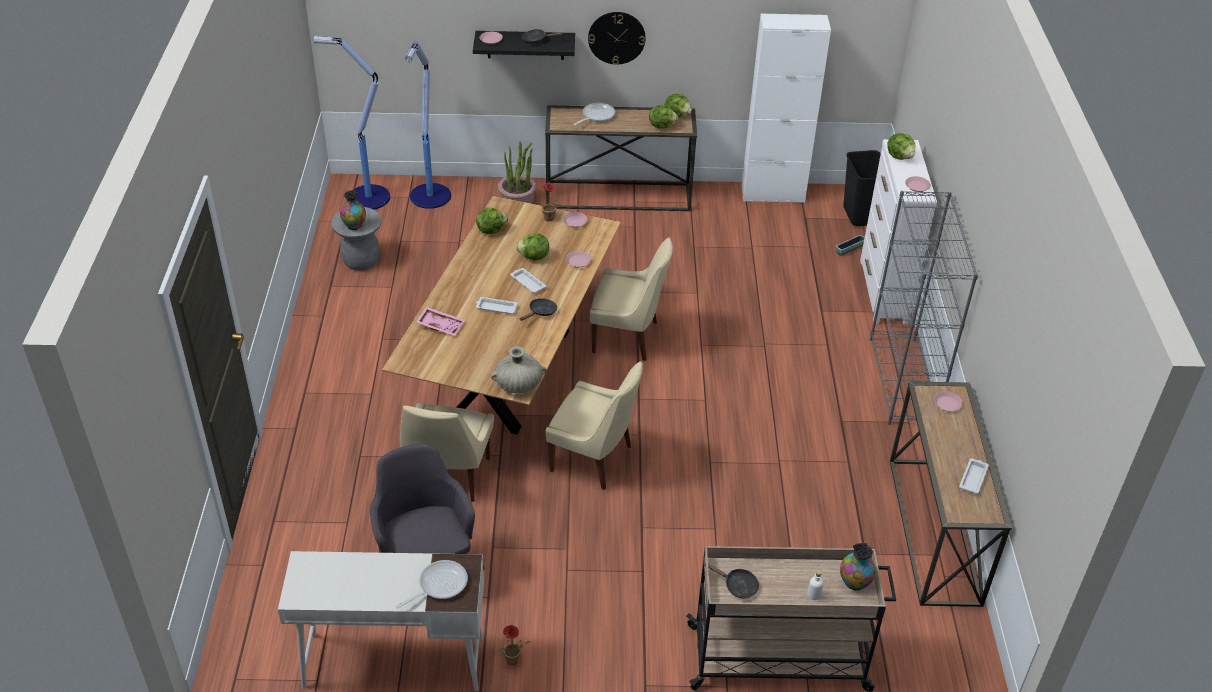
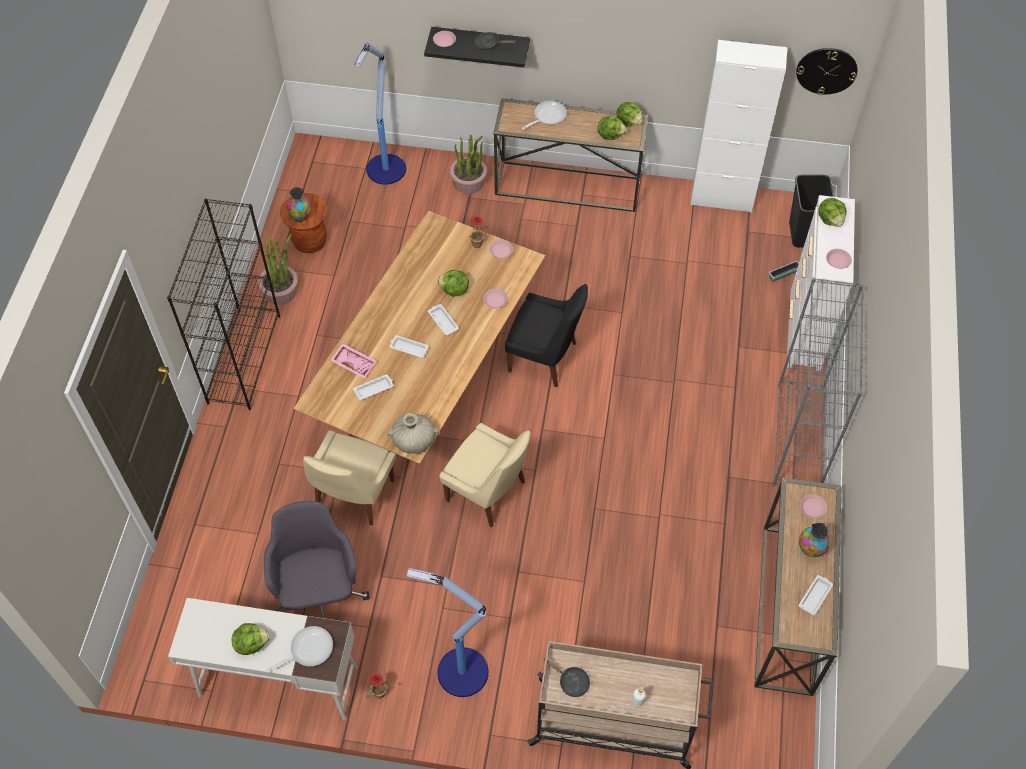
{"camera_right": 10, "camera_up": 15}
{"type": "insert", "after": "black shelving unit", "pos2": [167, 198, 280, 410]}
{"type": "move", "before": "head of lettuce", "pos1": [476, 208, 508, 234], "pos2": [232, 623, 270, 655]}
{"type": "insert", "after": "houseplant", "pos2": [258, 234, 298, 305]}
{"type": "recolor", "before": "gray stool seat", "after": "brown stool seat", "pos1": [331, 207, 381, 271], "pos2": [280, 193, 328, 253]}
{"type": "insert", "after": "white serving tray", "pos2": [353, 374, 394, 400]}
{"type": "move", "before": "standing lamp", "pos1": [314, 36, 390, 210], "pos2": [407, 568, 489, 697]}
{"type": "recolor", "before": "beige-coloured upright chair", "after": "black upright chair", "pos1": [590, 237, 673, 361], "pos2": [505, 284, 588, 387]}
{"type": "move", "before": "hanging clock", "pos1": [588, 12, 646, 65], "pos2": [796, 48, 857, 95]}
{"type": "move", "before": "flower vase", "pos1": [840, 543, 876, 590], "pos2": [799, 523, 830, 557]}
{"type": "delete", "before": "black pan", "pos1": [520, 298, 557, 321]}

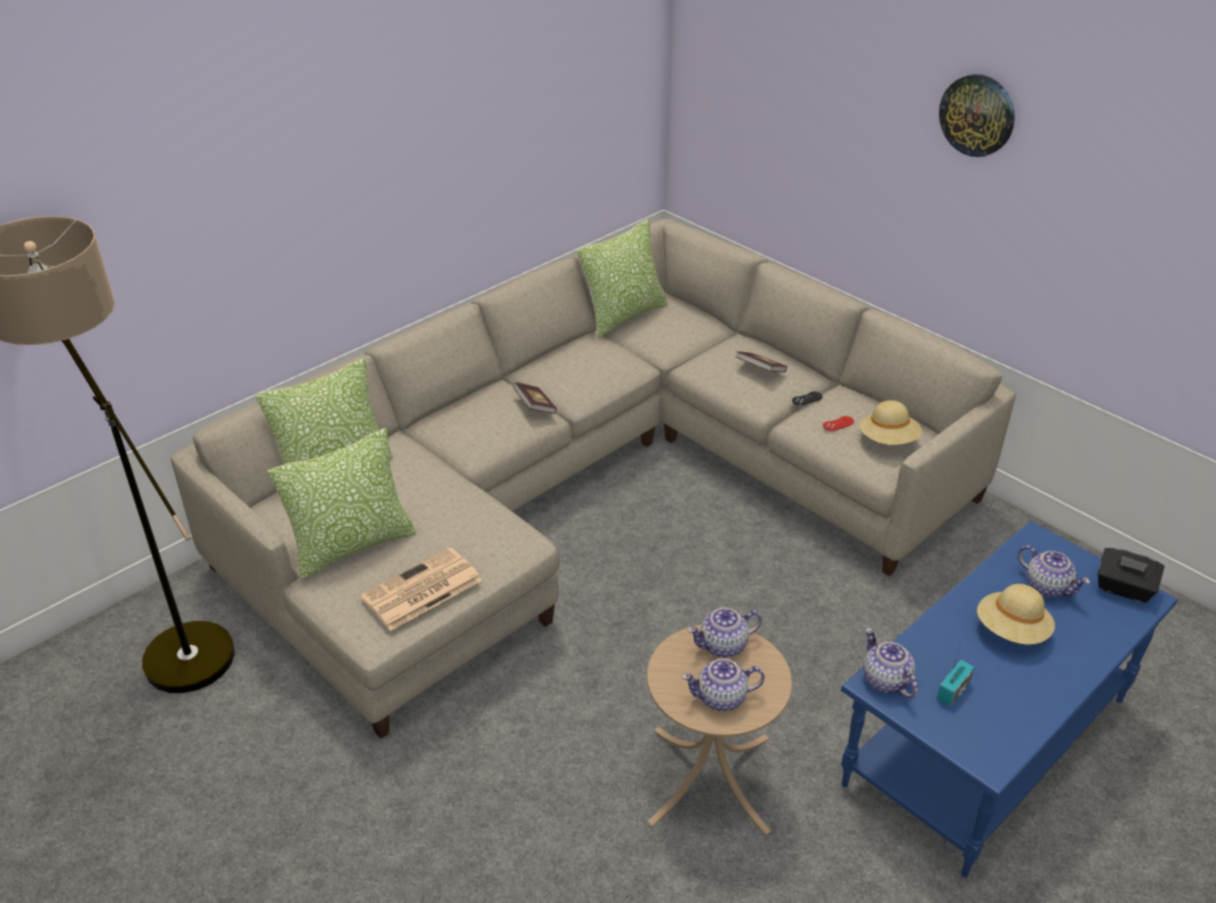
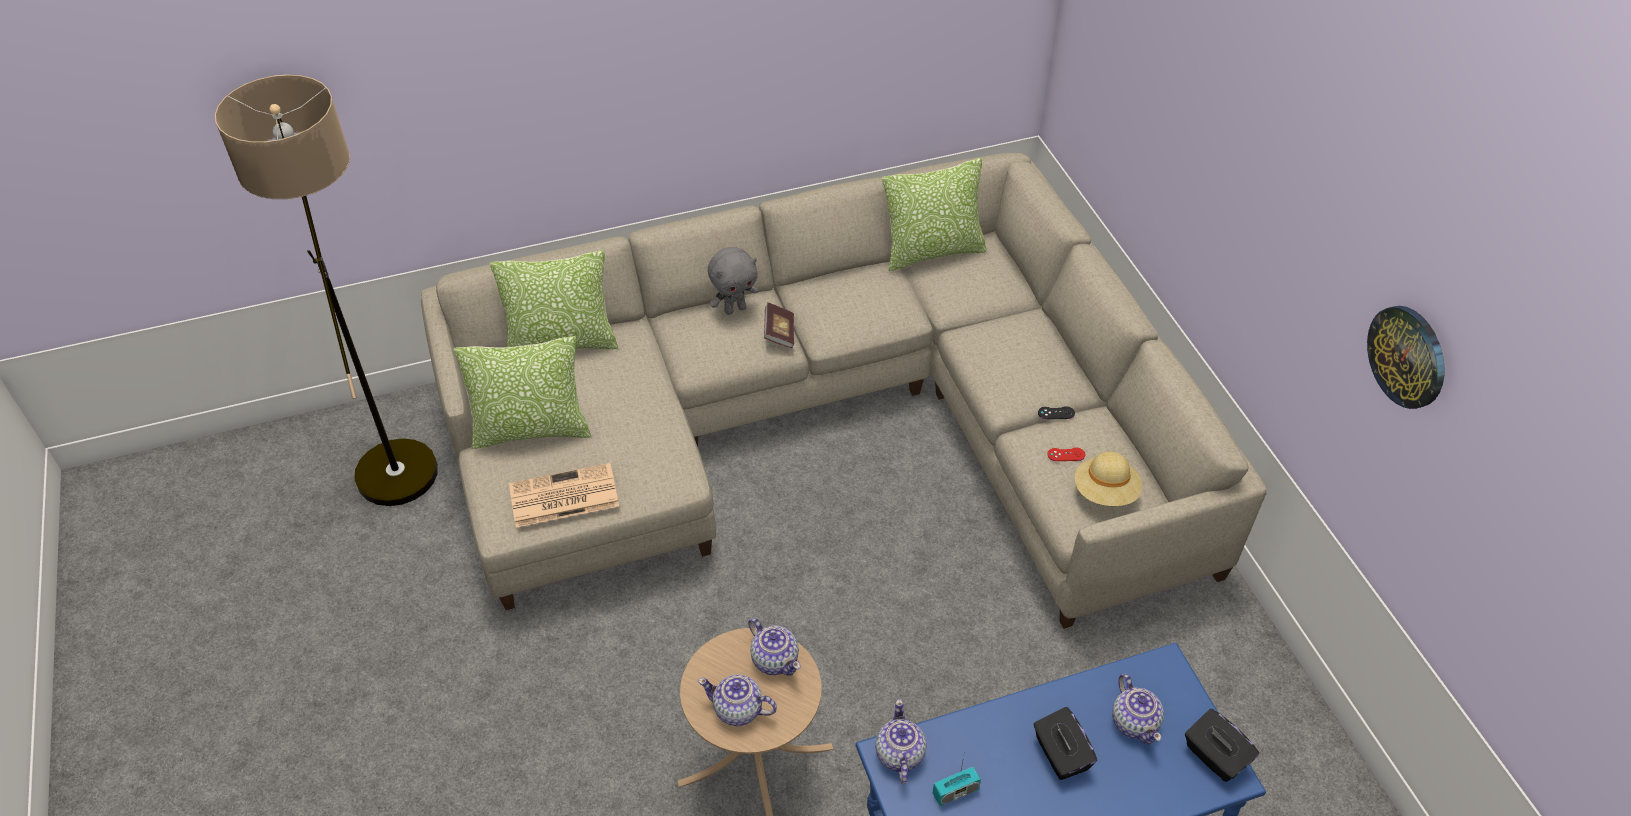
{"camera_right": 25, "camera_up": 10}
{"type": "insert", "after": "gray plush toy", "pos2": [708, 247, 759, 315]}
{"type": "rotate", "before": "pot for tea", "pos1": [687, 608, 762, 658], "pos2": [748, 618, 801, 676], "turn": -135}
{"type": "replace", "before": "beige-coloured clothing hat", "after": "black tissue box", "pos1": [977, 584, 1055, 645], "pos2": [1033, 707, 1097, 780]}
{"type": "move", "before": "hanging clock", "pos1": [939, 74, 1015, 157], "pos2": [1367, 306, 1444, 409]}
{"type": "delete", "before": "bound book", "pos1": [735, 351, 787, 372]}

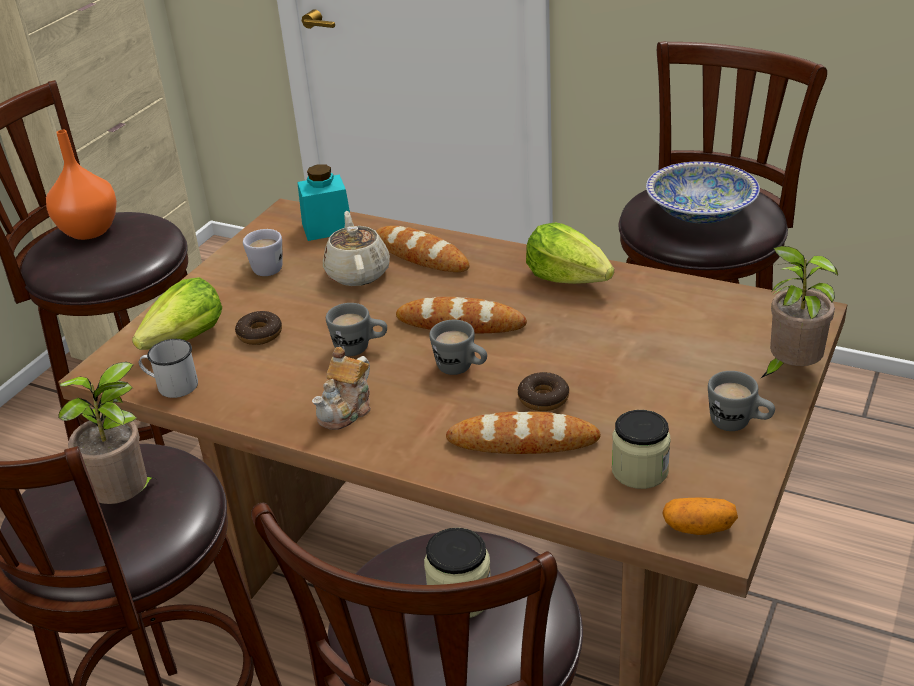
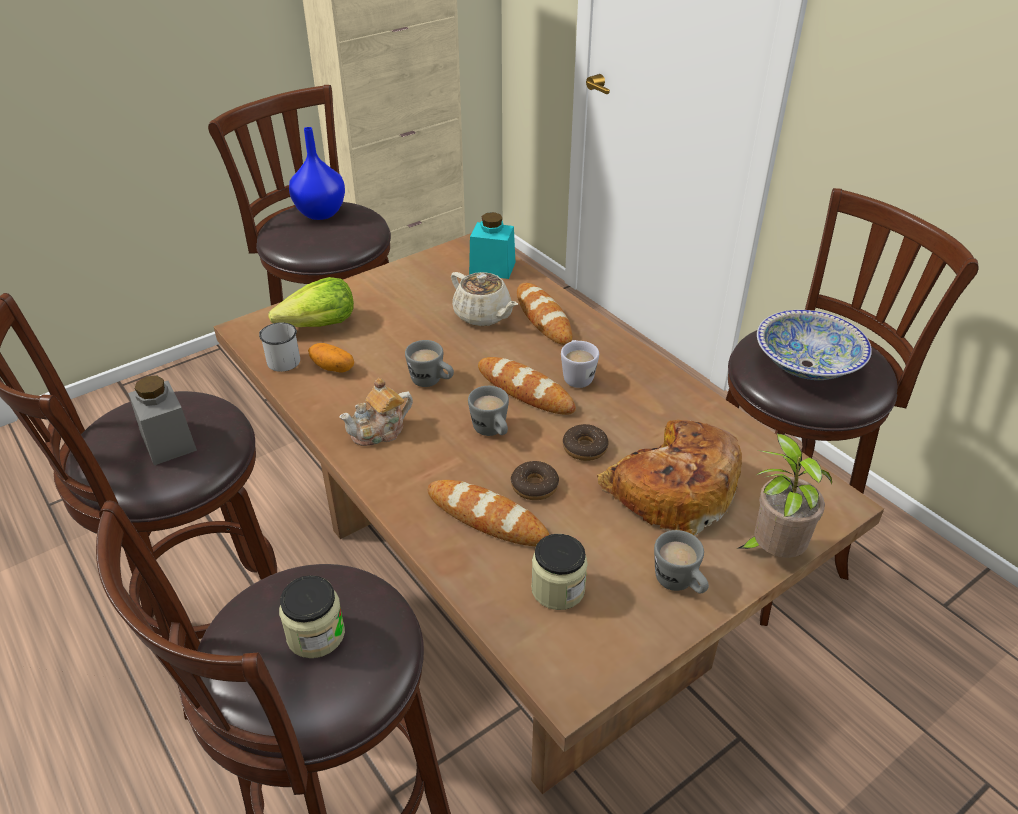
{"camera_right": 25, "camera_up": 5}
{"type": "replace", "before": "houseplant", "after": "gray jar", "pos1": [58, 362, 158, 504], "pos2": [128, 376, 197, 465]}
{"type": "recolor", "before": "orange flower vase", "after": "blue-coloured flower vase", "pos1": [46, 130, 117, 240], "pos2": [289, 127, 345, 220]}
{"type": "move", "before": "potato", "pos1": [662, 498, 738, 535], "pos2": [308, 343, 354, 373]}
{"type": "rotate", "before": "beige-coloured pot for tea", "pos1": [323, 211, 390, 286], "pos2": [451, 272, 518, 326], "turn": 120}
{"type": "move", "before": "white coffee mug", "pos1": [243, 229, 283, 276], "pos2": [561, 340, 599, 388]}
{"type": "move", "before": "ring doughnut", "pos1": [235, 311, 282, 345], "pos2": [563, 424, 608, 461]}
{"type": "insert", "after": "baked bread", "pos2": [597, 420, 742, 536]}
{"type": "delete", "before": "head of lettuce", "pos1": [526, 222, 614, 284]}

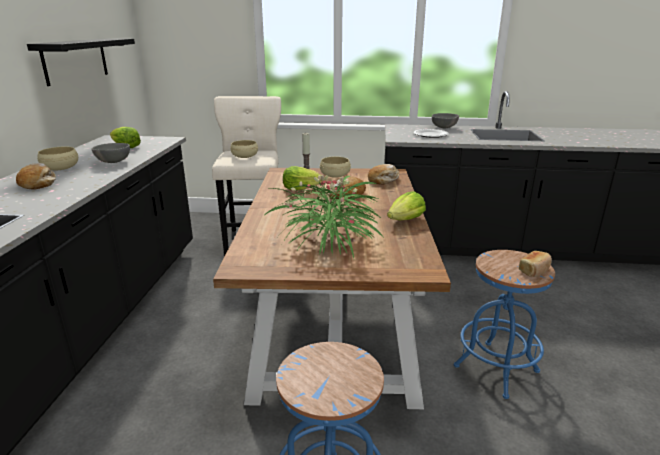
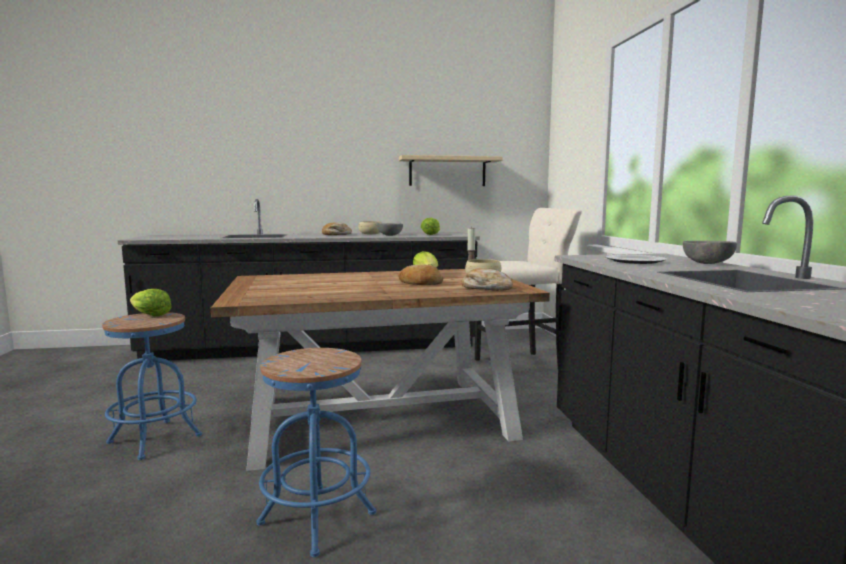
{"camera_right": 75, "camera_up": -15}
{"type": "move", "before": "head of lettuce", "pos1": [387, 191, 426, 220], "pos2": [130, 289, 172, 316]}
{"type": "recolor", "before": "black shelf", "after": "beige-coloured shelf", "pos1": [27, 38, 135, 86], "pos2": [399, 155, 503, 186]}
{"type": "delete", "before": "beige-coloured bowl", "pos1": [230, 140, 258, 158]}
{"type": "delete", "before": "houseplant", "pos1": [266, 175, 383, 258]}
{"type": "delete", "before": "baked bread", "pos1": [519, 251, 552, 277]}

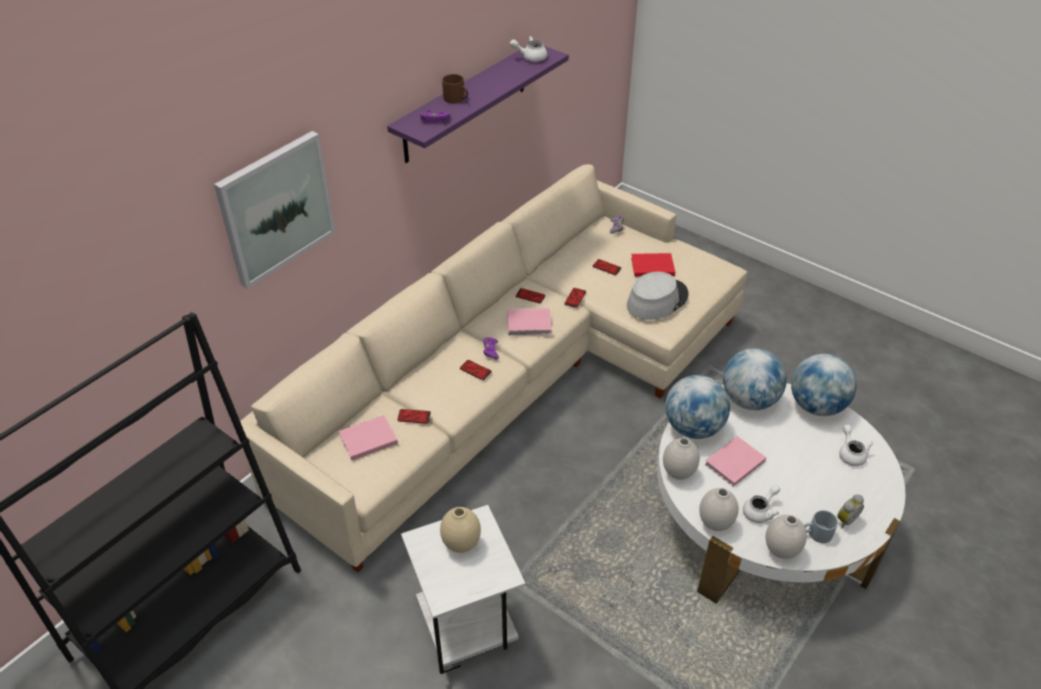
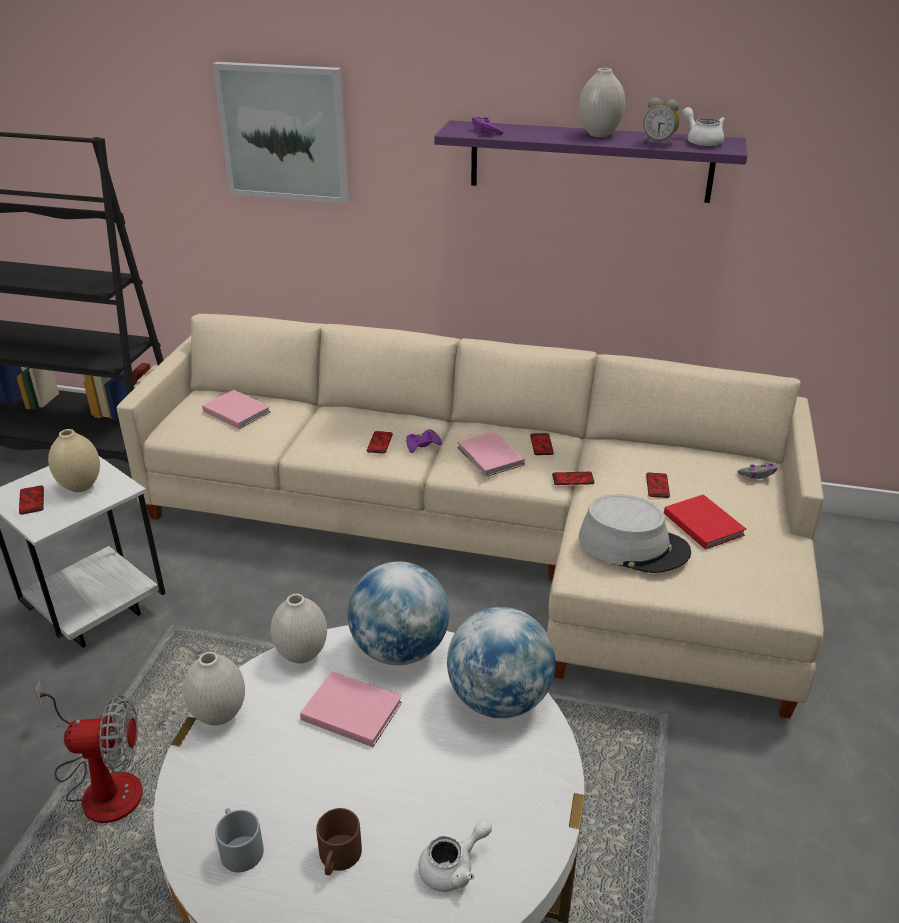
{"camera_right": 65, "camera_up": -10}
{"type": "move", "before": "handset", "pos1": [397, 409, 431, 424], "pos2": [19, 485, 44, 515]}
{"type": "insert", "after": "cooling fan", "pos2": [35, 681, 143, 823]}
{"type": "move", "before": "brown coffee mug", "pos1": [442, 74, 468, 103], "pos2": [316, 808, 362, 875]}
{"type": "move", "before": "white flower vase", "pos1": [766, 515, 807, 559], "pos2": [579, 68, 625, 137]}
{"type": "move", "before": "bedside clock", "pos1": [837, 494, 864, 529], "pos2": [643, 97, 679, 146]}
{"type": "delete", "before": "white pot for tea", "pos1": [743, 484, 780, 523]}
{"type": "delete", "before": "world globe", "pos1": [791, 354, 857, 416]}

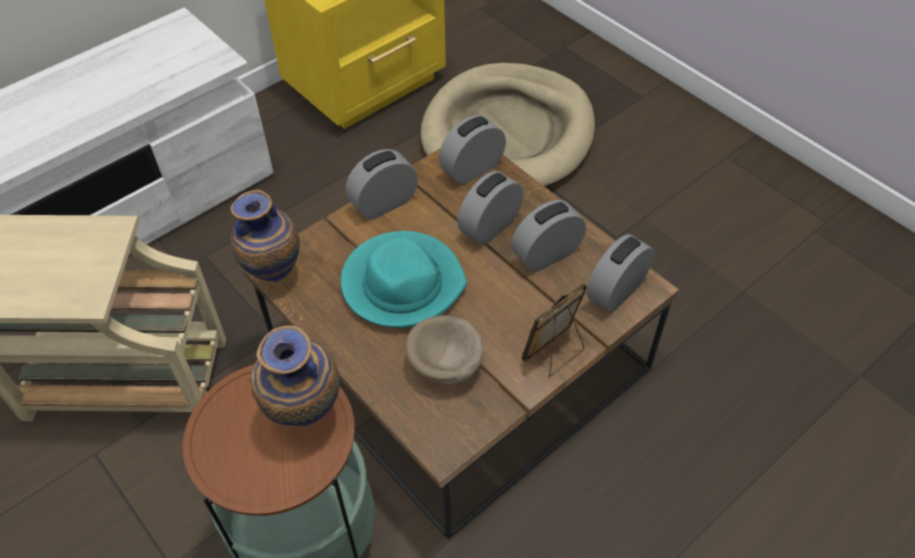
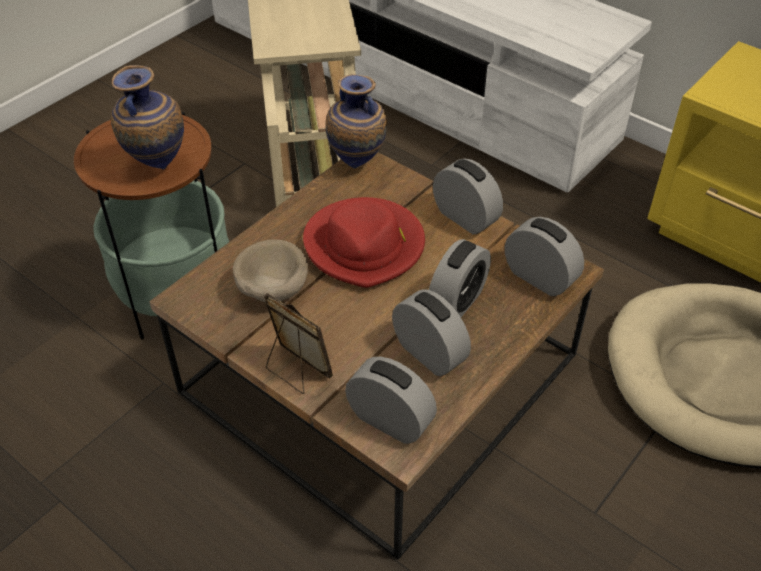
{"camera_right": 80, "camera_up": -5}
{"type": "recolor", "before": "turquoise clothing hat", "after": "red-coloured clothing hat", "pos1": [340, 231, 467, 328], "pos2": [303, 197, 425, 288]}
{"type": "rotate", "before": "bedside clock", "pos1": [457, 171, 523, 245], "pos2": [429, 239, 491, 317], "turn": 90}

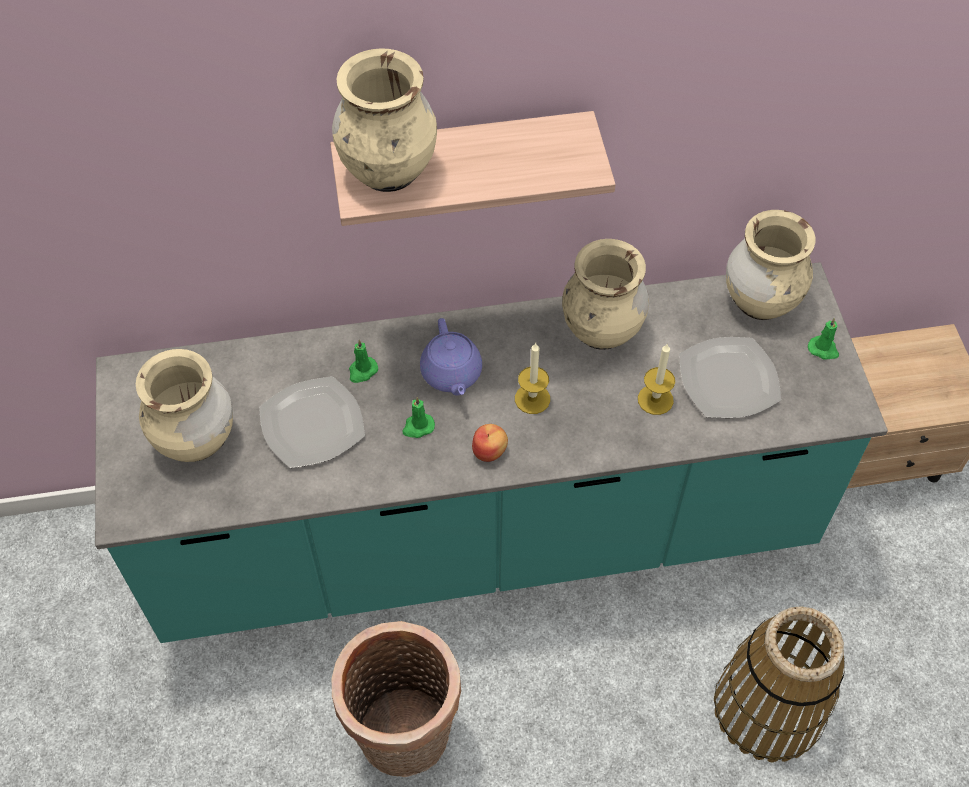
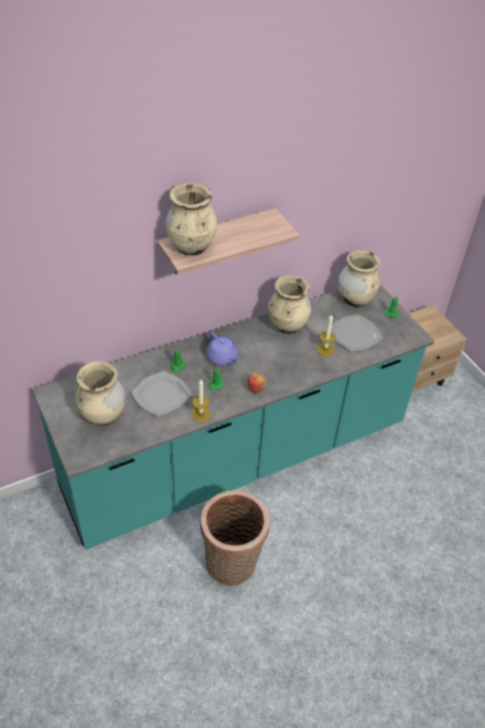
{"camera_right": -20, "camera_up": -10}
{"type": "move", "before": "wax light", "pos1": [515, 343, 550, 414], "pos2": [191, 380, 211, 422]}
{"type": "delete", "before": "storage basket", "pos1": [714, 606, 845, 762]}

